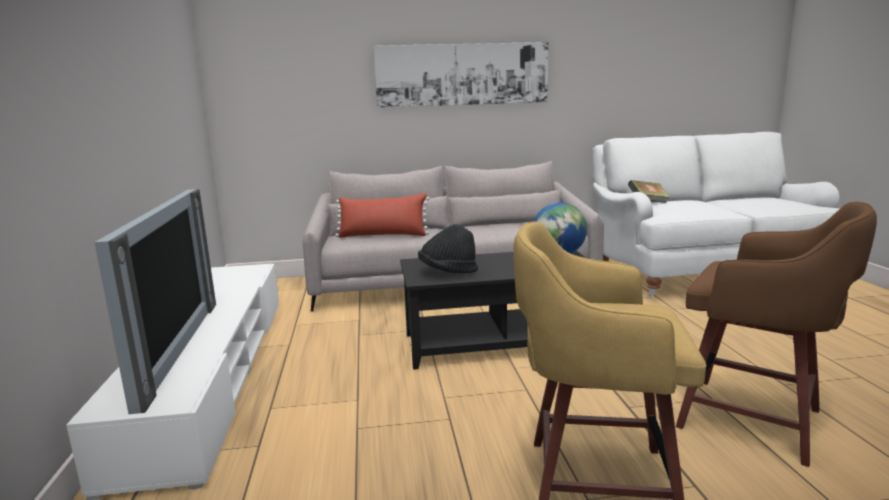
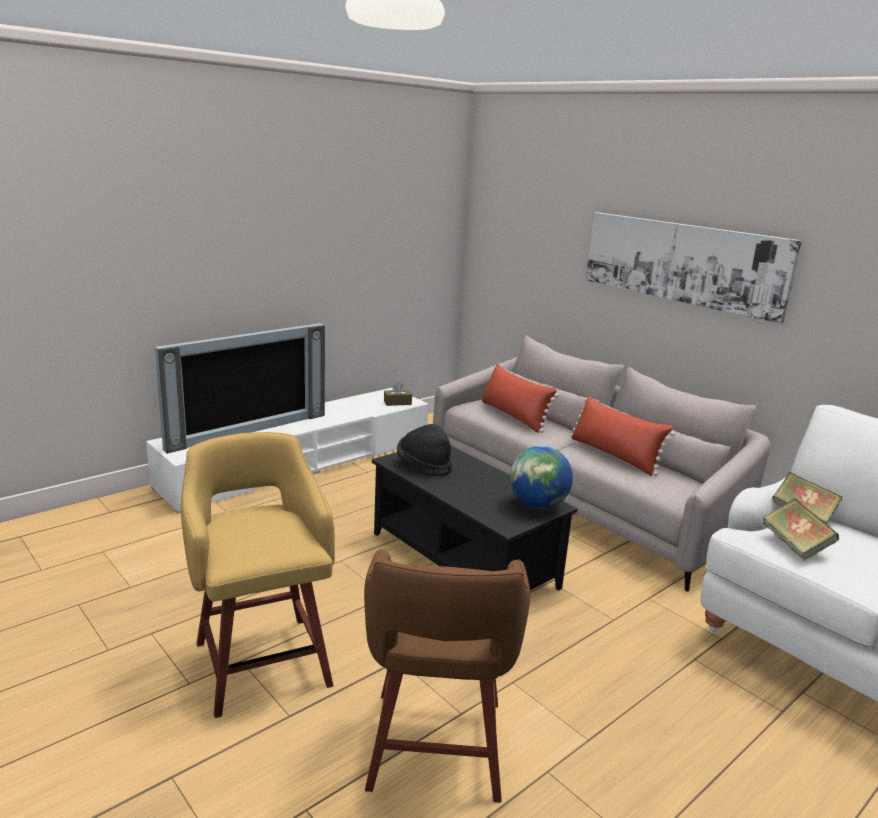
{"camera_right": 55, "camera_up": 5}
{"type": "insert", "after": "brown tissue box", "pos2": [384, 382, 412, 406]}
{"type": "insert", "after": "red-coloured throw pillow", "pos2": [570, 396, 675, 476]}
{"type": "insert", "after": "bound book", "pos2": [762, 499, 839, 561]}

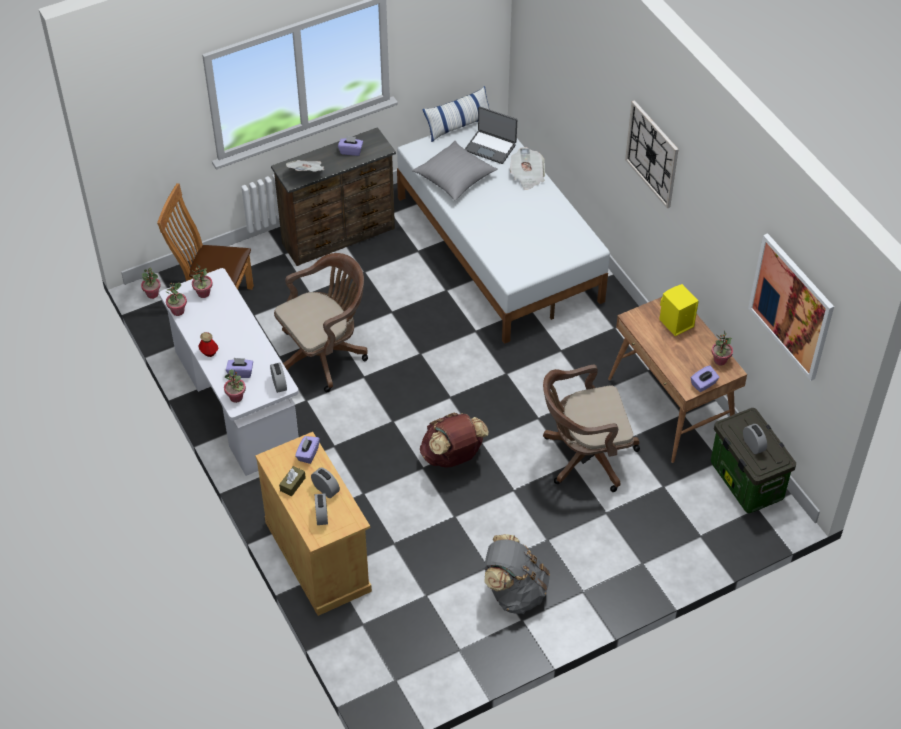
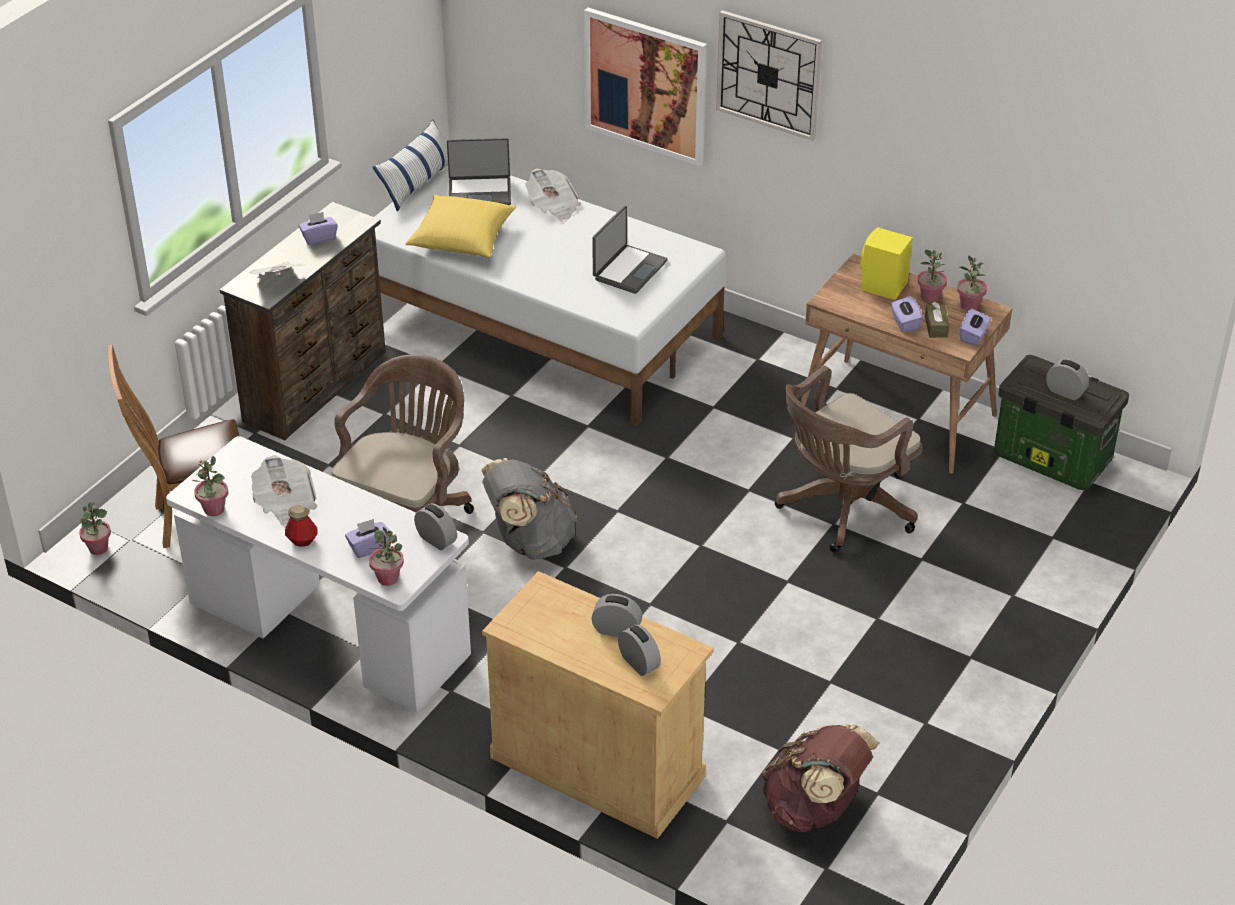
{"camera_right": -30, "camera_up": -10}
{"type": "insert", "after": "newspaper", "pos2": [251, 455, 317, 527]}
{"type": "recolor", "before": "gray throw pillow", "after": "yellowish throw pillow", "pos1": [412, 141, 498, 200], "pos2": [406, 195, 516, 258]}
{"type": "move", "before": "gray backpack", "pos1": [484, 534, 550, 614], "pos2": [481, 458, 578, 560]}
{"type": "move", "before": "wall art", "pos1": [748, 233, 834, 381], "pos2": [584, 8, 707, 166]}
{"type": "insert", "after": "laptop", "pos2": [592, 205, 668, 294]}
{"type": "move", "before": "brown backpack", "pos1": [420, 412, 489, 468], "pos2": [762, 724, 879, 832]}
{"type": "move", "before": "purple tissue box", "pos1": [295, 436, 320, 464], "pos2": [891, 296, 923, 332]}
{"type": "move", "before": "houseplant", "pos1": [191, 263, 213, 298], "pos2": [917, 249, 947, 303]}
{"type": "move", "before": "brown tissue box", "pos1": [279, 466, 306, 496], "pos2": [925, 302, 949, 338]}

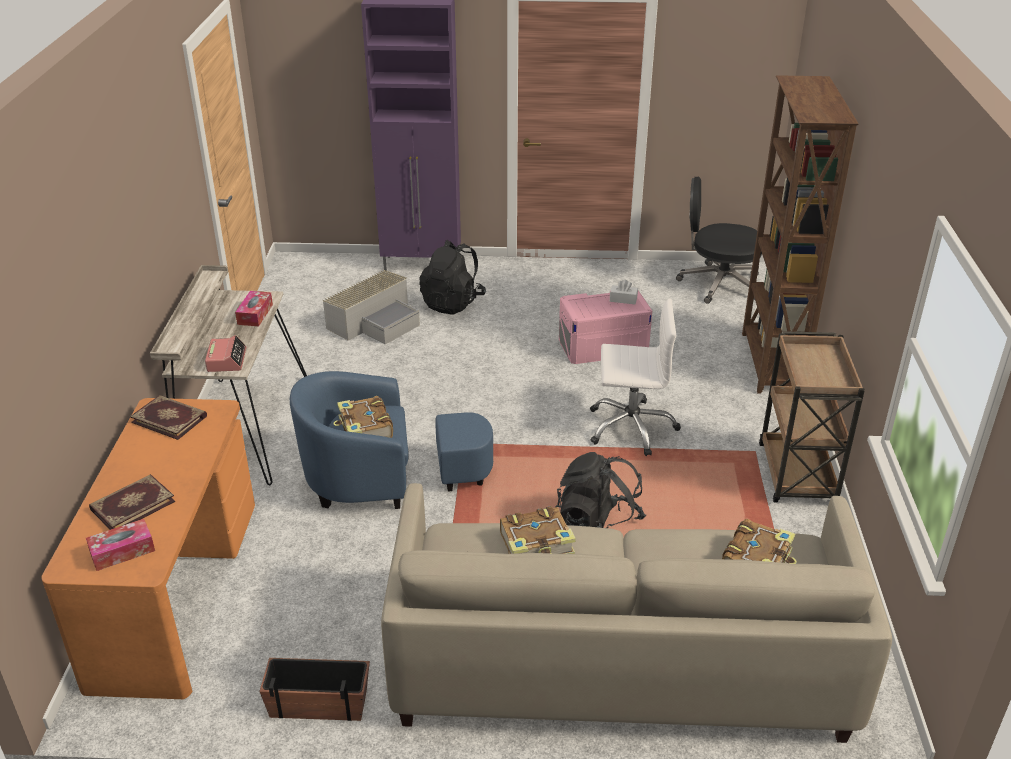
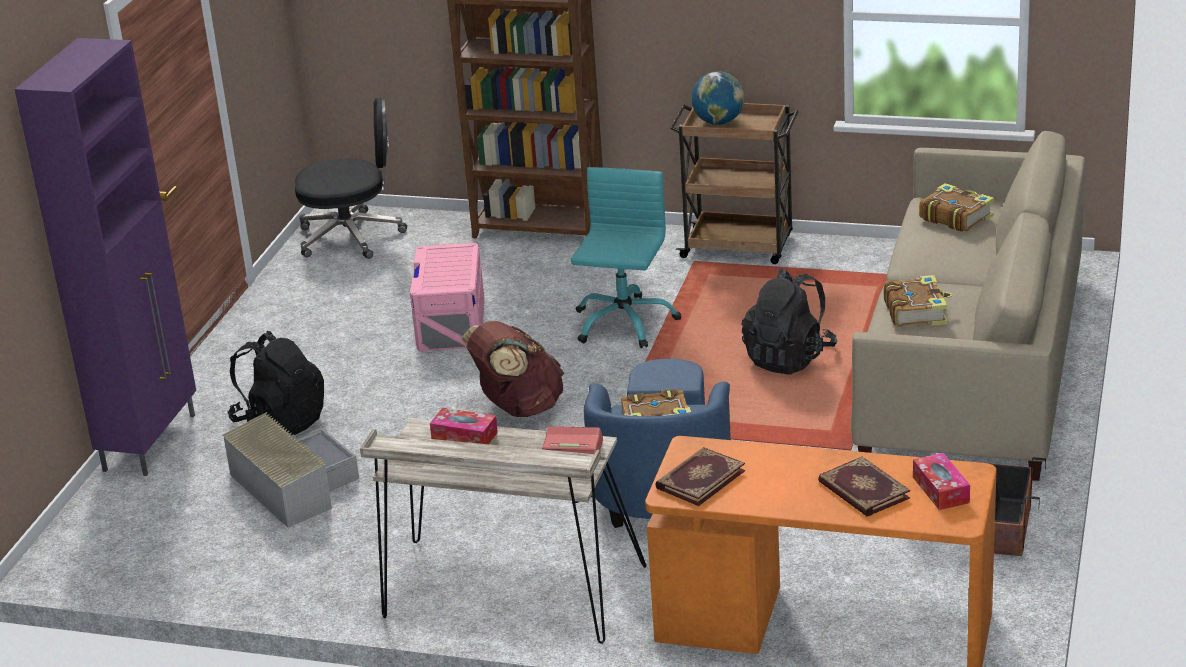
{"camera_right": -75, "camera_up": -5}
{"type": "rotate", "before": "black office chair", "pos1": [676, 177, 762, 304], "pos2": [295, 98, 407, 259], "turn": -120}
{"type": "insert", "after": "brown backpack", "pos2": [461, 321, 564, 417]}
{"type": "recolor", "before": "white office chair", "after": "turquoise office chair", "pos1": [590, 298, 681, 456], "pos2": [571, 167, 681, 348]}
{"type": "insert", "after": "world globe", "pos2": [691, 71, 745, 125]}
{"type": "delete", "before": "white tissue box", "pos1": [610, 280, 638, 304]}

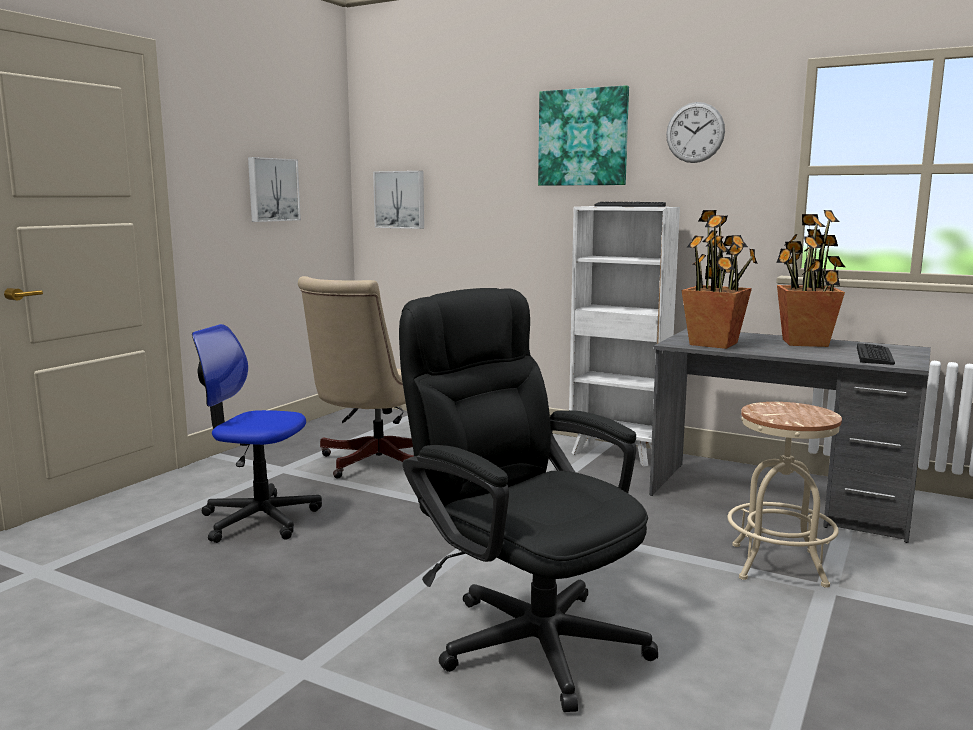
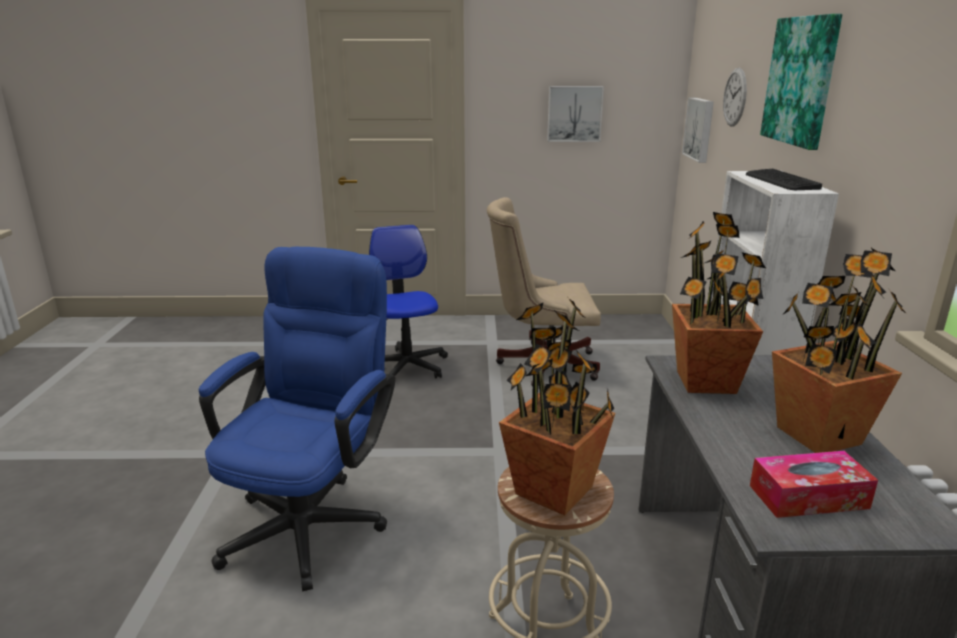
{"camera_right": 60, "camera_up": 10}
{"type": "recolor", "before": "black office chair", "after": "blue-coloured office chair", "pos1": [399, 288, 658, 712], "pos2": [199, 247, 396, 592]}
{"type": "insert", "after": "houseplant", "pos2": [499, 299, 615, 516]}
{"type": "move", "before": "hanging clock", "pos1": [666, 102, 725, 163], "pos2": [723, 68, 747, 127]}
{"type": "replace", "before": "keyboard", "after": "tissue box", "pos1": [857, 343, 895, 365], "pos2": [750, 451, 878, 518]}

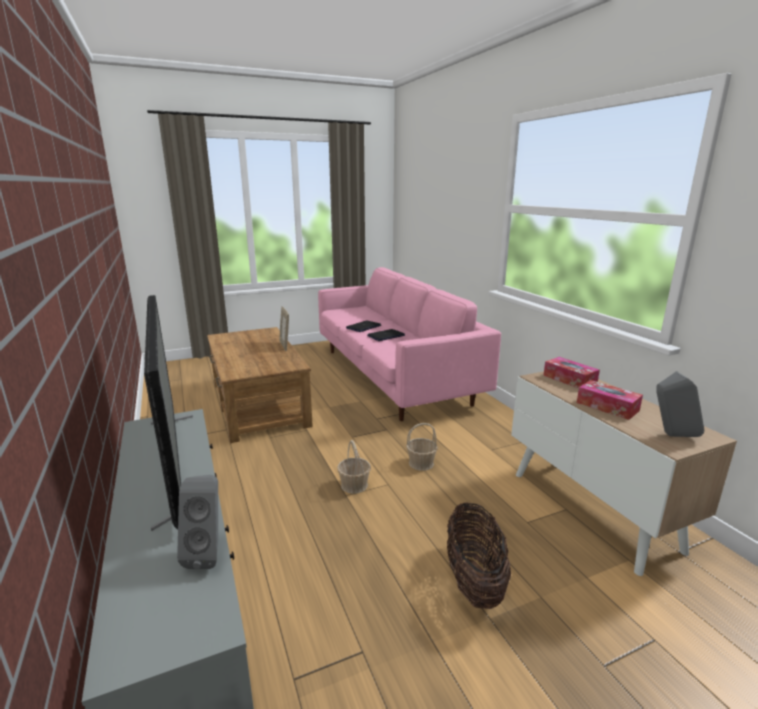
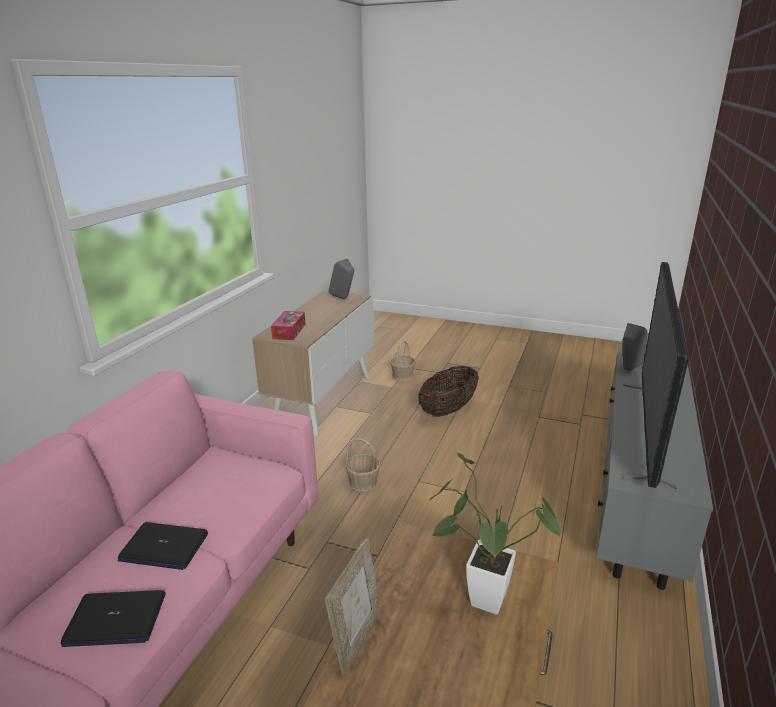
{"camera_right": -135, "camera_up": 5}
{"type": "move", "before": "storage basket", "pos1": [337, 440, 371, 494], "pos2": [390, 341, 416, 381]}
{"type": "insert", "after": "houseplant", "pos2": [430, 452, 562, 615]}
{"type": "delete", "before": "tissue box", "pos1": [577, 380, 643, 420]}

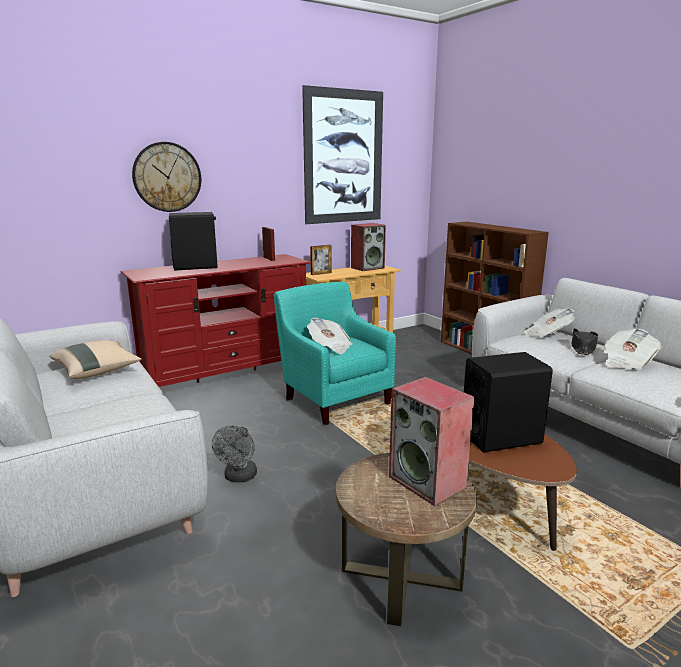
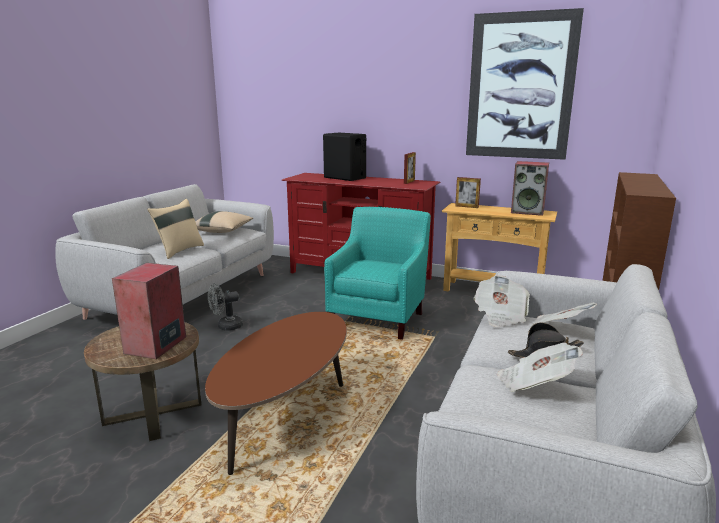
{"camera_right": 55, "camera_up": 0}
{"type": "insert", "after": "beige-coloured throw pillow", "pos2": [147, 199, 204, 259]}
{"type": "move", "before": "newspaper", "pos1": [307, 318, 353, 354], "pos2": [474, 275, 530, 327]}
{"type": "delete", "before": "hanging clock", "pos1": [132, 142, 201, 212]}
{"type": "delete", "before": "black speaker", "pos1": [464, 352, 553, 452]}

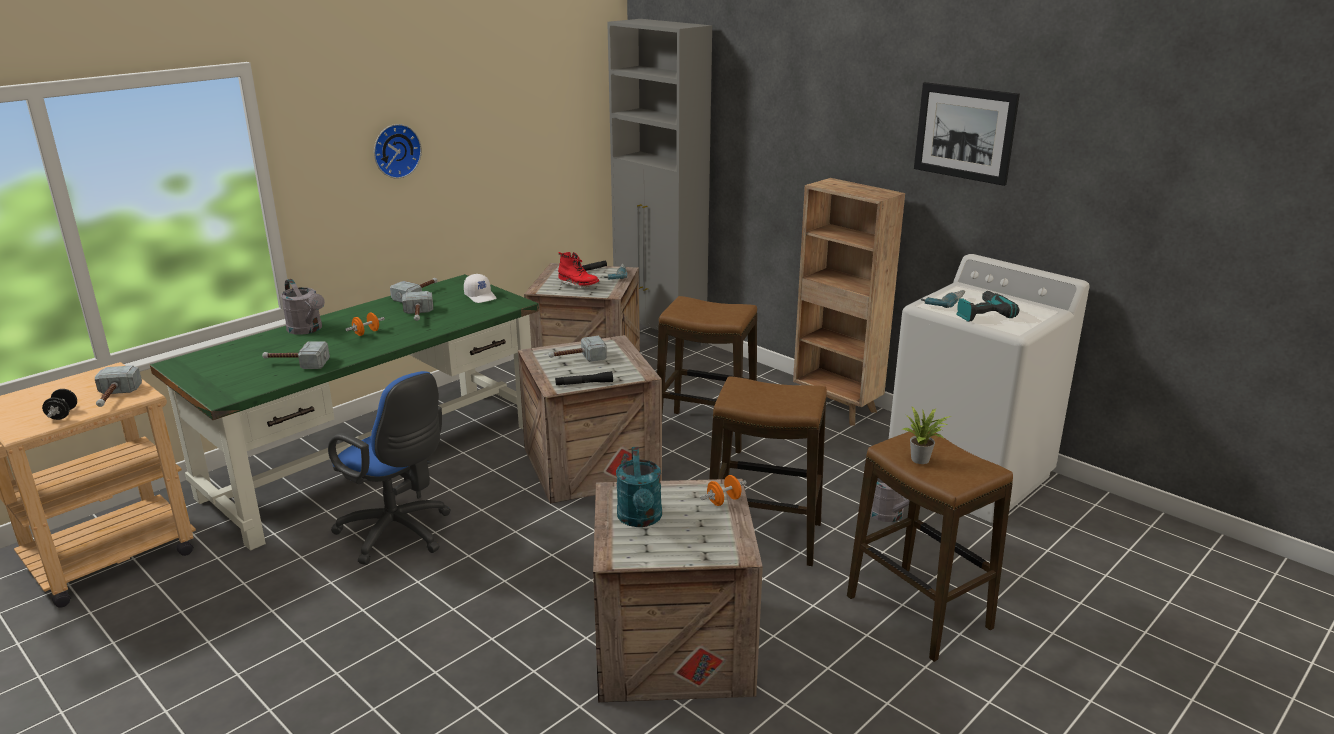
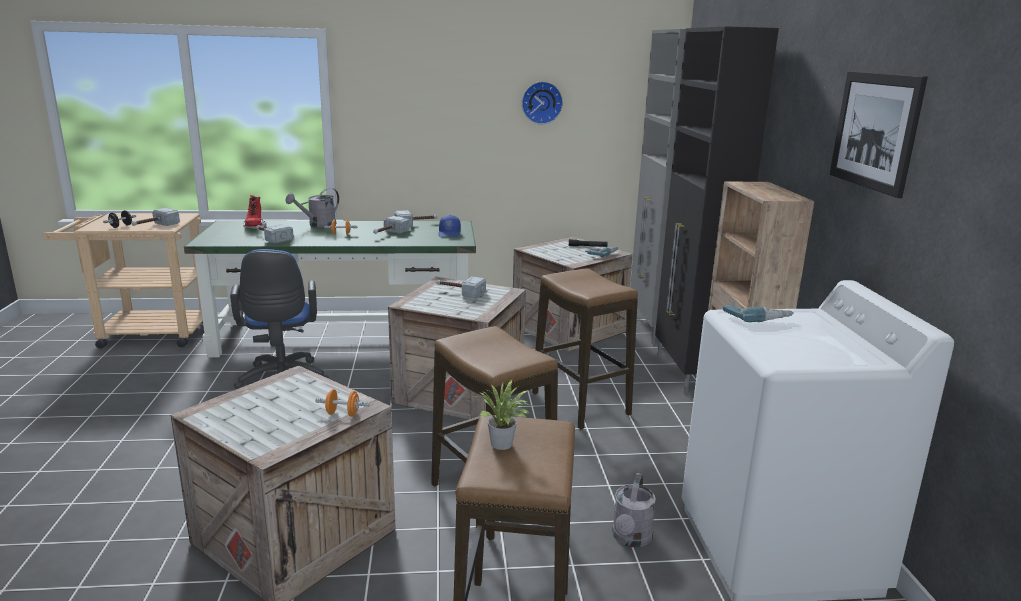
{"camera_right": 40, "camera_up": -5}
{"type": "move", "before": "red-coloured high-top boot", "pos1": [558, 252, 599, 287], "pos2": [243, 195, 266, 229]}
{"type": "rotate", "before": "gray watering can", "pos1": [281, 279, 325, 335], "pos2": [285, 188, 339, 227], "turn": 45}
{"type": "recolor", "before": "white baseball cap", "after": "blue-coloured baseball cap", "pos1": [464, 274, 497, 303], "pos2": [439, 215, 461, 237]}
{"type": "move", "before": "hanging clock", "pos1": [374, 124, 422, 179], "pos2": [522, 81, 563, 124]}
{"type": "insert", "after": "black storage cabinet", "pos2": [655, 26, 779, 394]}
{"type": "delete", "before": "black flashlight", "pos1": [555, 371, 613, 386]}
{"type": "delete", "before": "turquoise watering can", "pos1": [616, 447, 662, 527]}
{"type": "delete", "before": "power drill", "pos1": [956, 291, 1019, 322]}

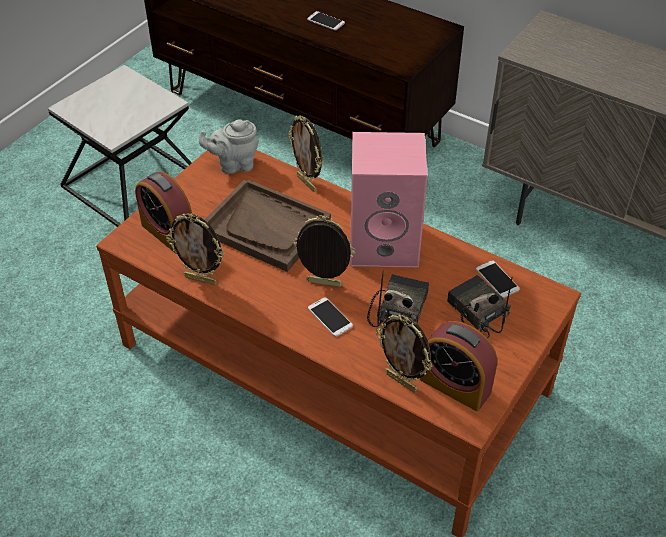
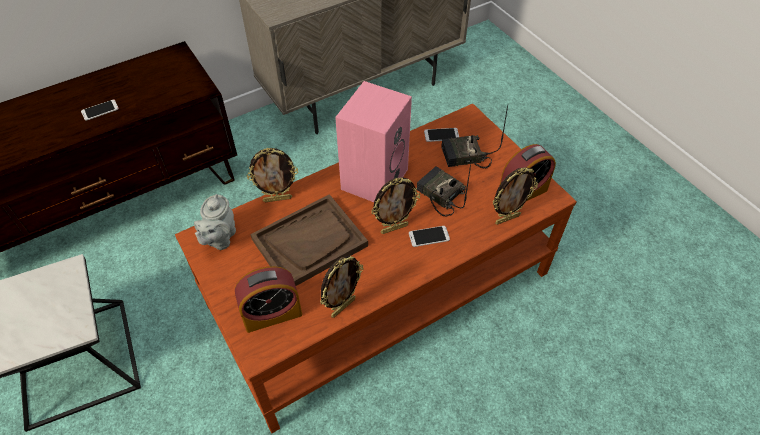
{"camera_right": -65, "camera_up": 5}
{"type": "rotate", "before": "standing frame", "pos1": [293, 215, 355, 287], "pos2": [371, 177, 420, 234], "turn": -150}

